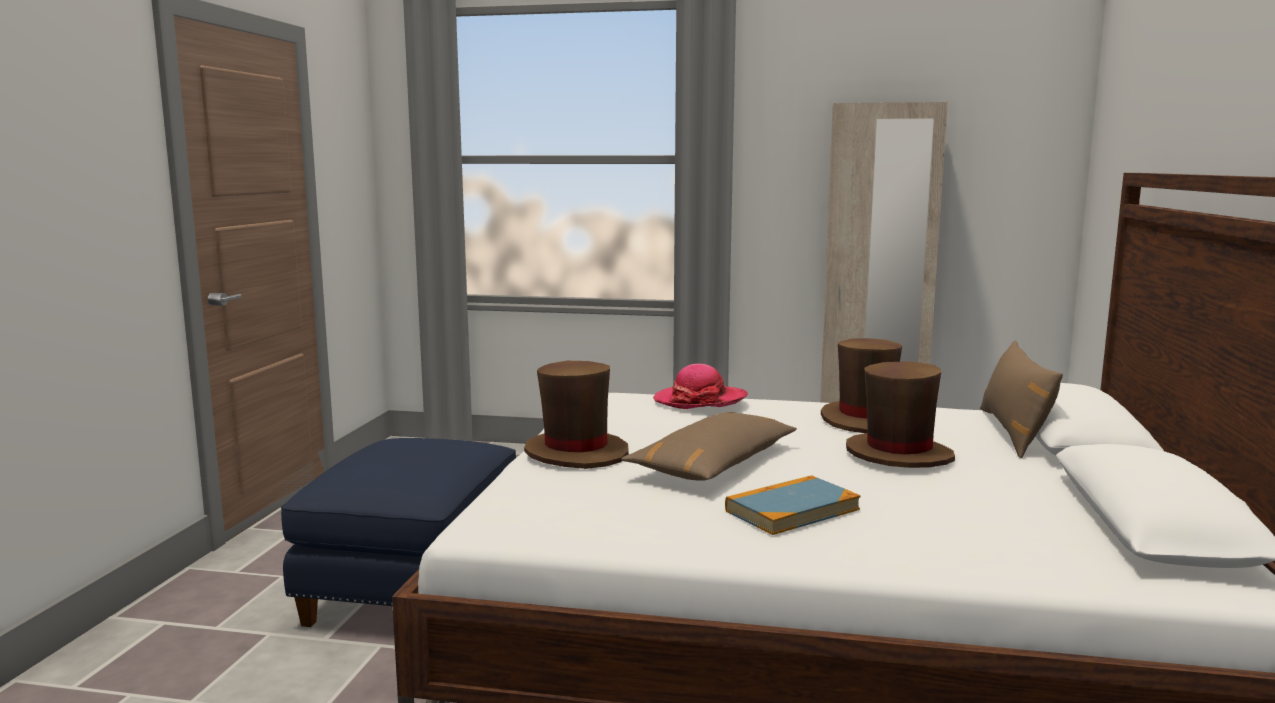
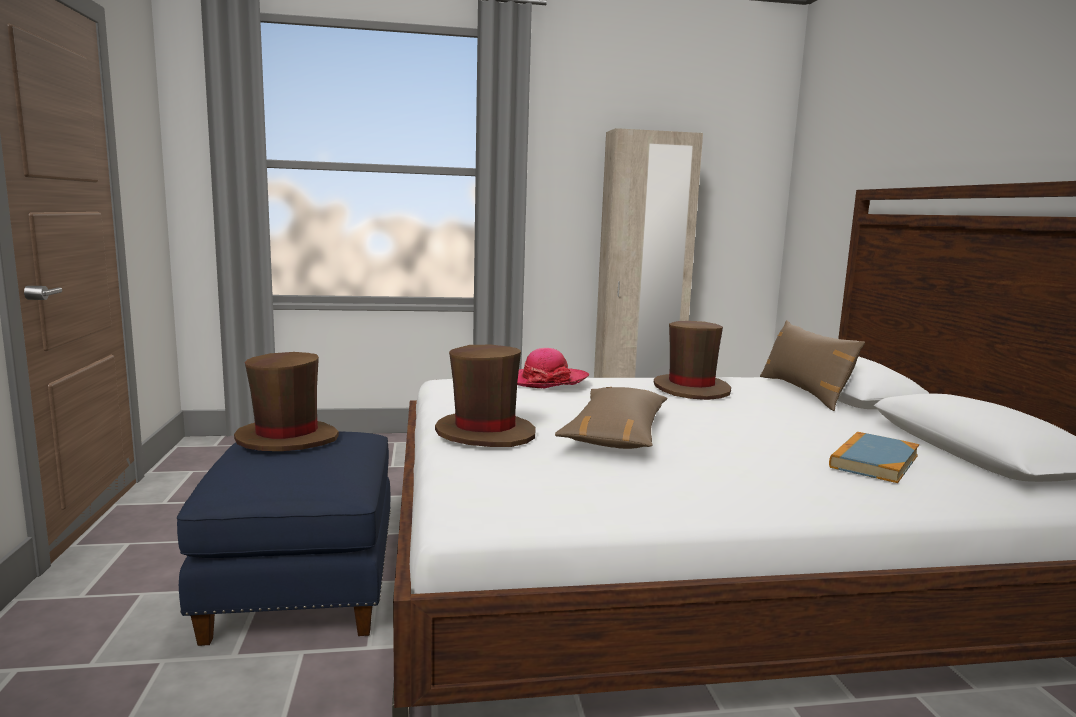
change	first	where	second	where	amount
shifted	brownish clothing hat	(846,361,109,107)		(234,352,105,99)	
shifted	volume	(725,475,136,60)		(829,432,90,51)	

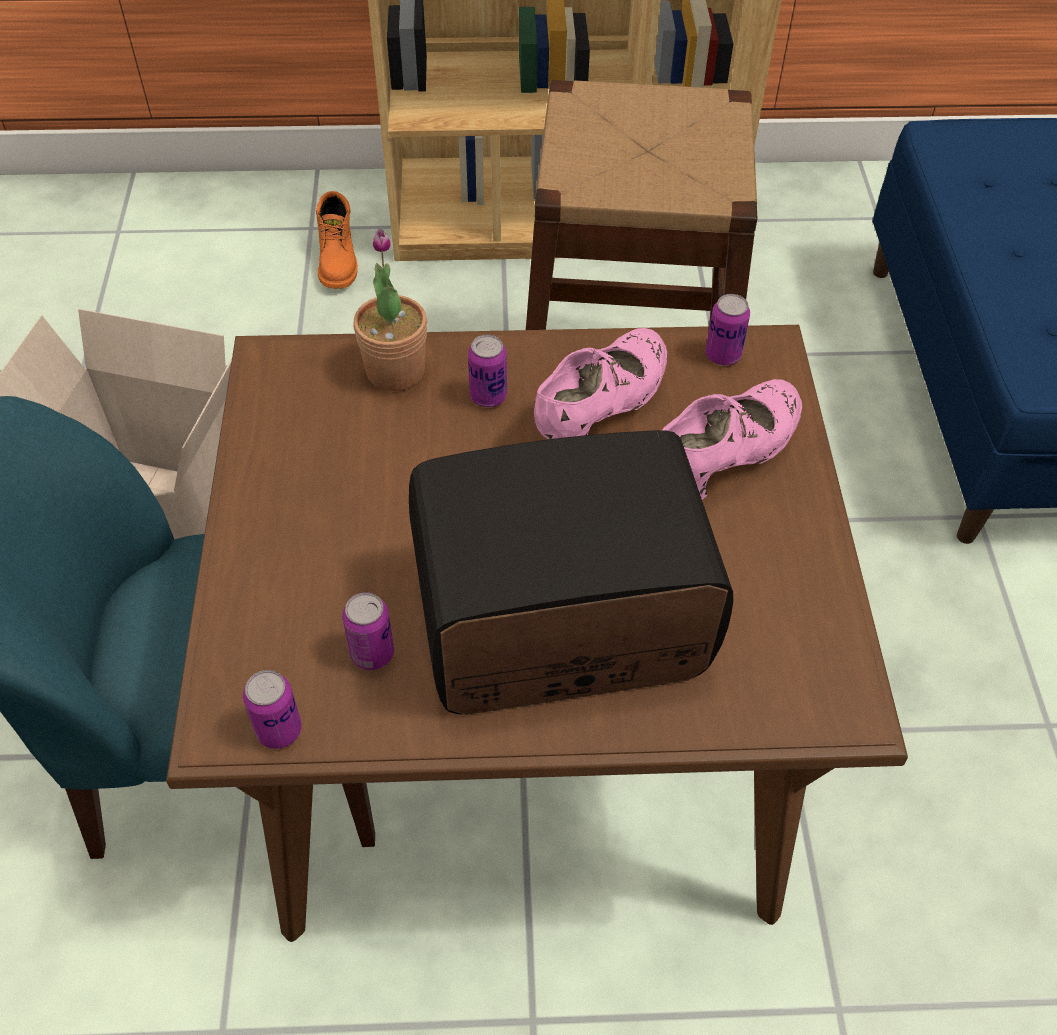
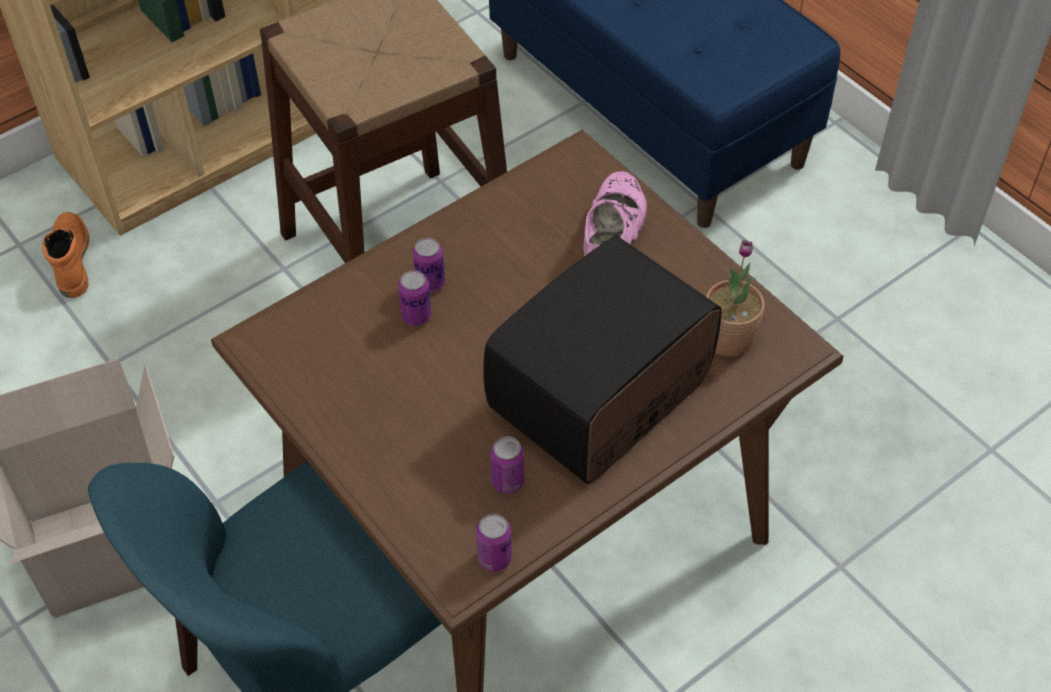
change	first	where	second	where	amount
rotated	orange high-top boot	(316,191,42,98)		(42,212,47,86)	150 degrees counterclockwise
shifted	houseplant	(353,228,74,163)		(706,240,59,117)	
shifted	sealed can	(706,294,44,71)		(398,270,33,56)	
gone	pink shoe	(534,328,133,111)			

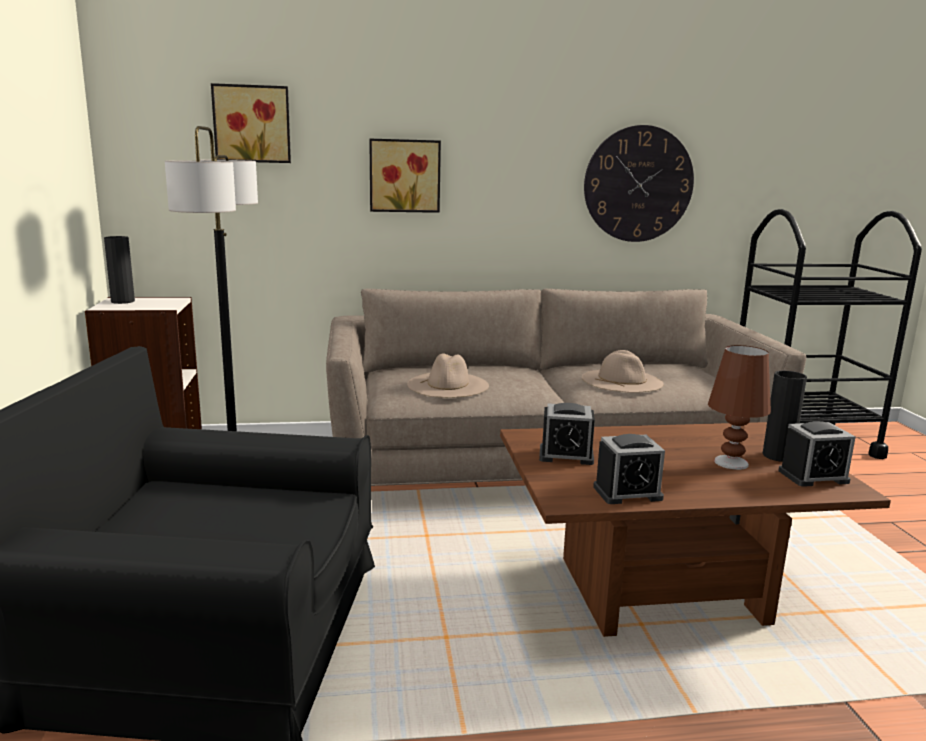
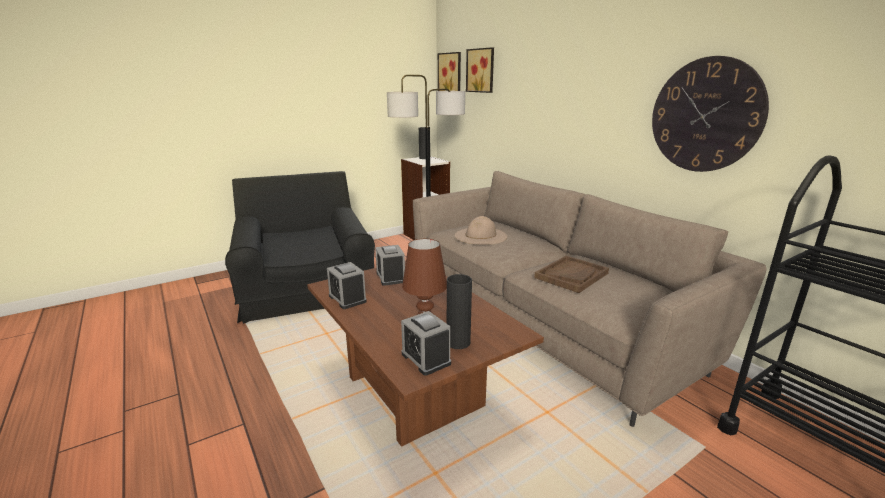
change	first	where	second	where	amount
shifted	wall picture	(369,139,72,74)		(438,52,23,39)	
swapped	sand-coloured clothing hat	(582,350,82,43)	brownish tray	(534,256,75,37)	

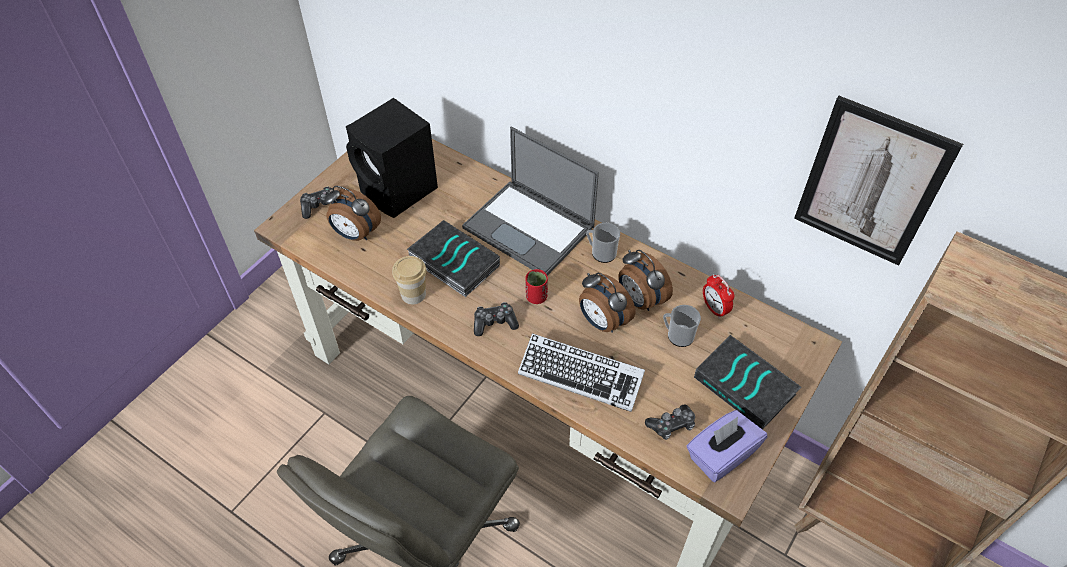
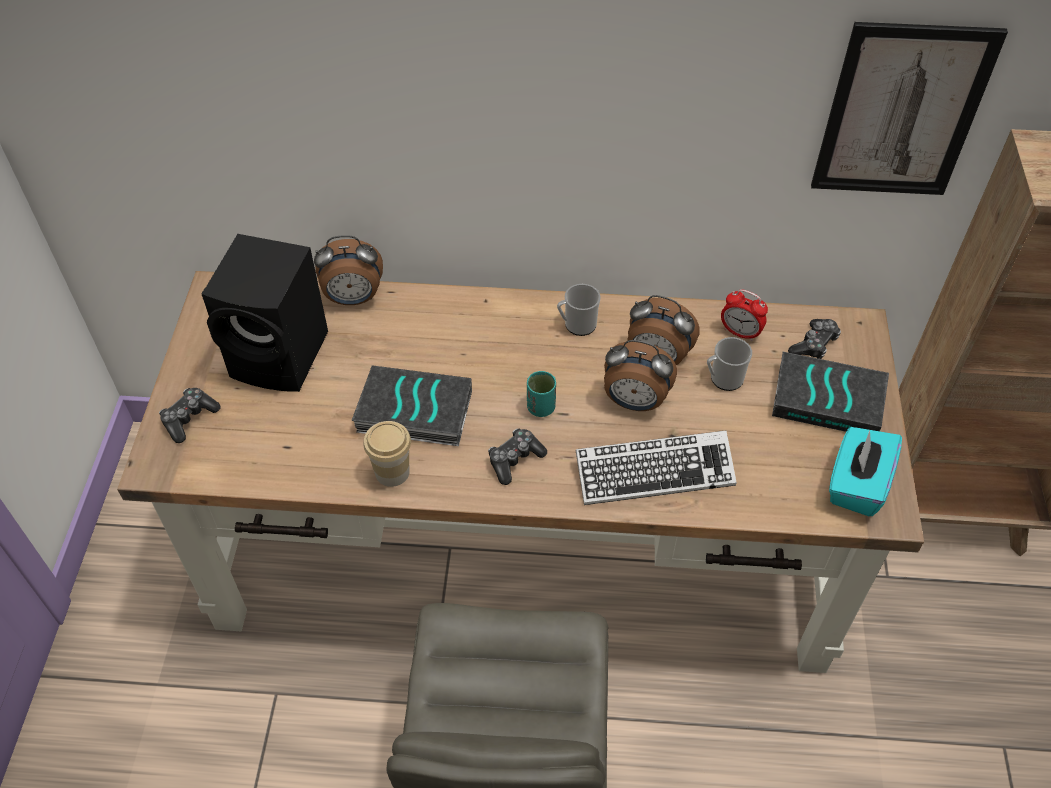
change	first	where	second	where	amount
gone	portable computer	(462,127,137,149)			
shifted	alarm clock	(324,186,57,55)		(314,235,69,70)	
repainted	red-coloured small cup	(525,269,23,35)	turquoise small cup	(527,371,29,46)	
shifted	gamepad	(645,404,50,36)		(788,319,53,40)	
repainted	purplish tissue holder	(687,410,80,72)	turquoise tissue holder	(829,427,73,89)	

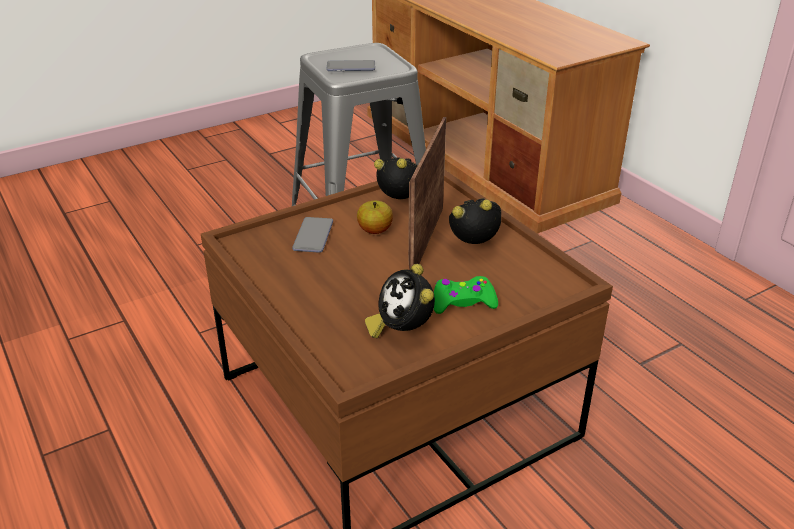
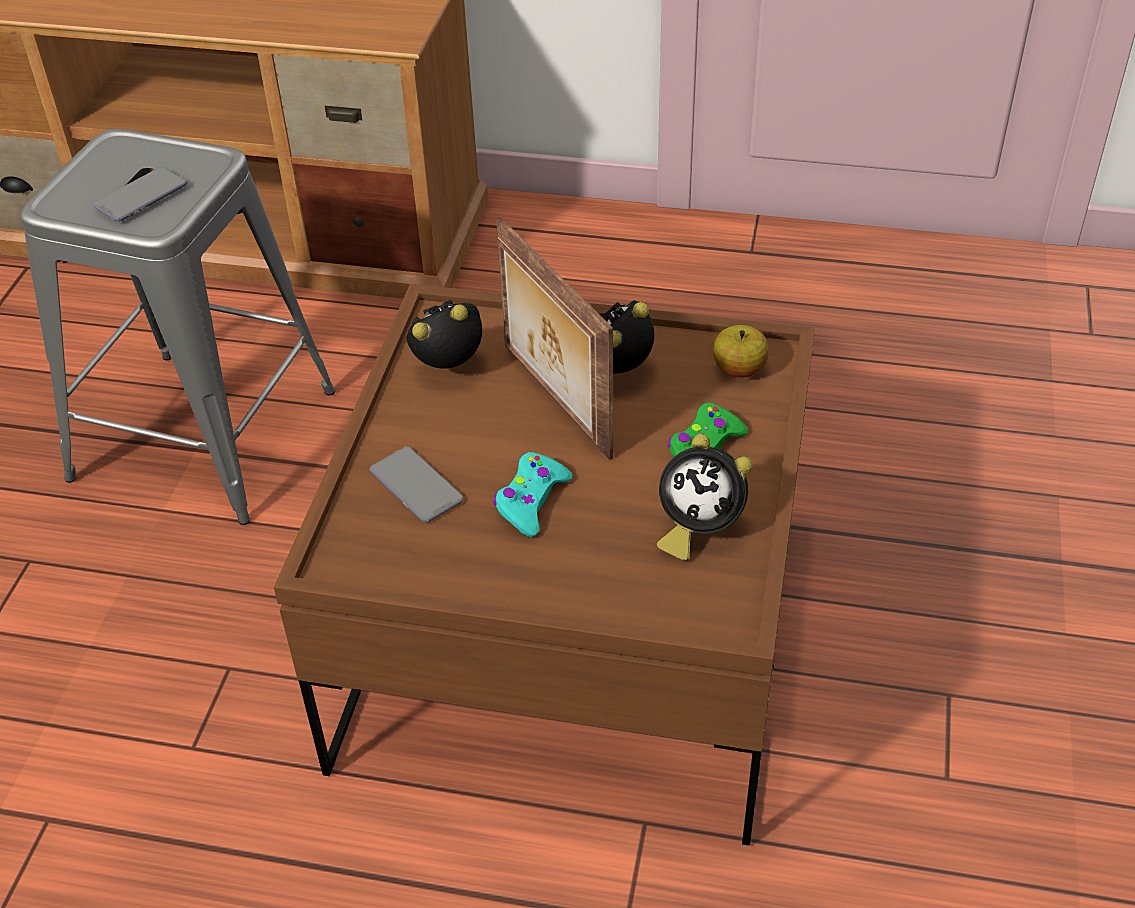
change	first	where	second	where	amount
shifted	apple	(357,201,36,33)		(713,325,56,53)	
new			turquoise gamepad	(493,452,80,85)	

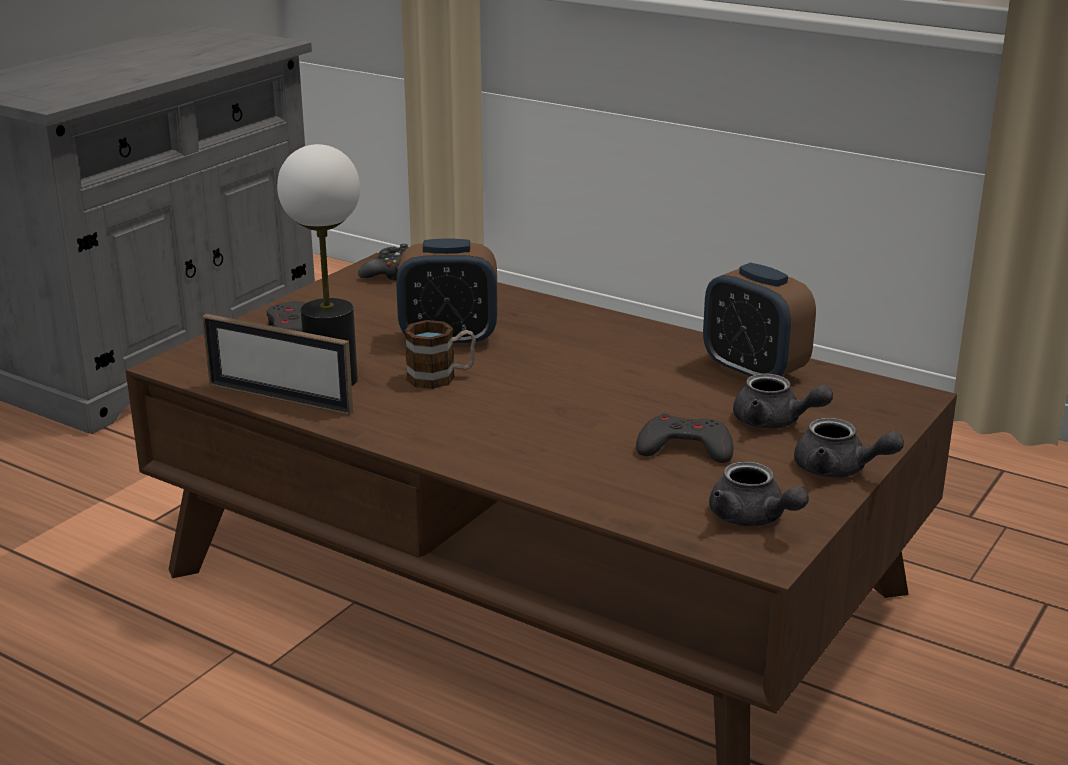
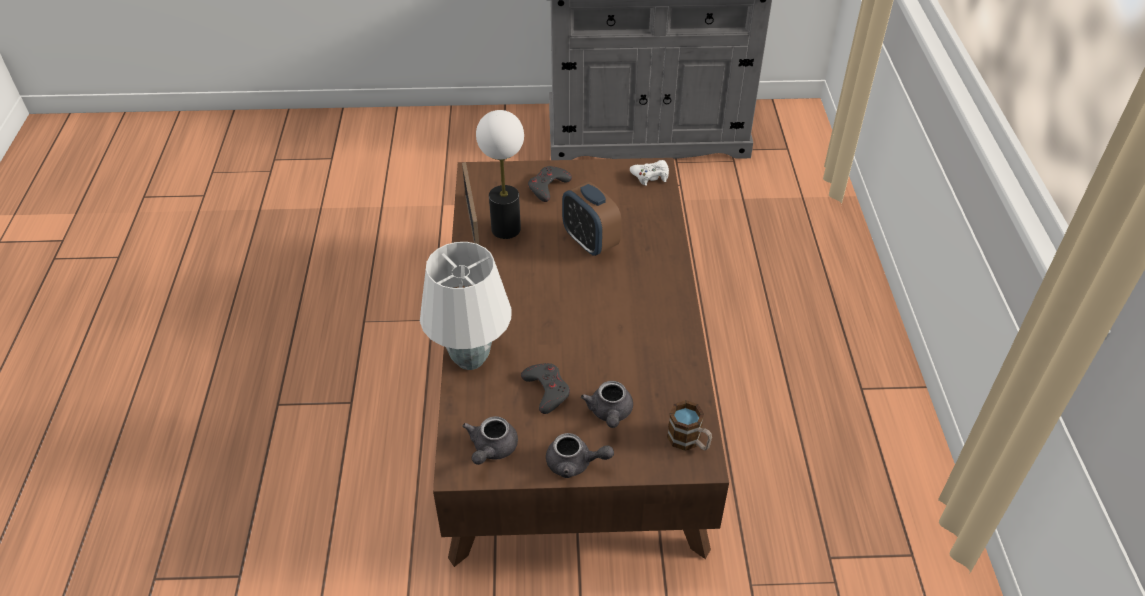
change	first	where	second	where	amount
repainted	black gamepad	(358,244,51,37)	white gamepad	(630,160,39,26)	
gone	alarm clock	(703,263,113,116)			
shifted	tea mug	(405,320,71,69)		(667,400,45,51)	
rotated	greyish tea pot	(794,418,110,60)		(546,433,68,45)	75 degrees counterclockwise
new			white table lamp	(420,242,91,128)	

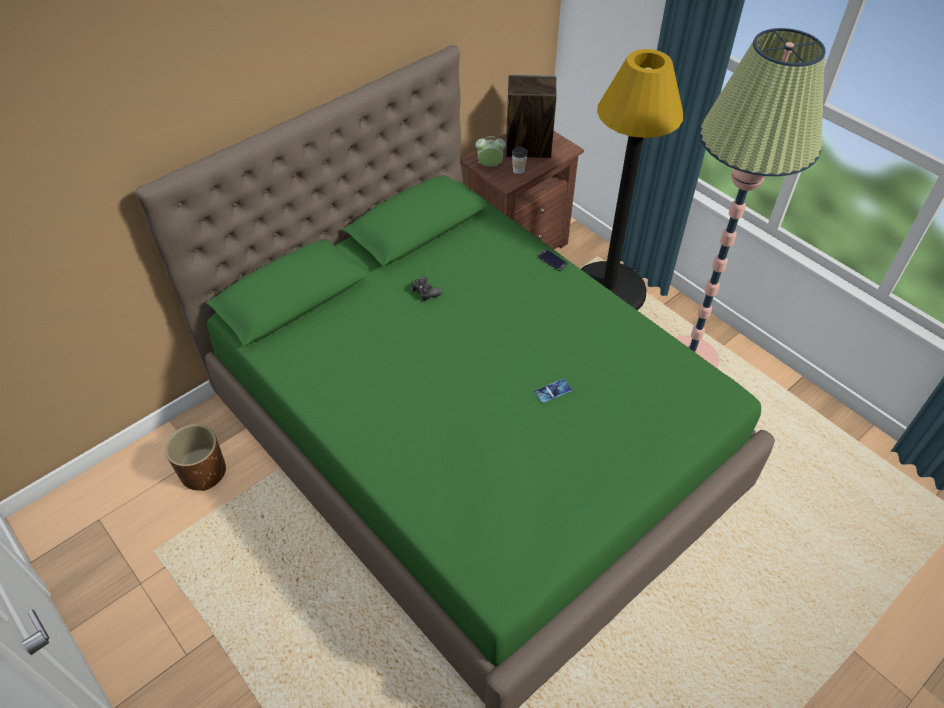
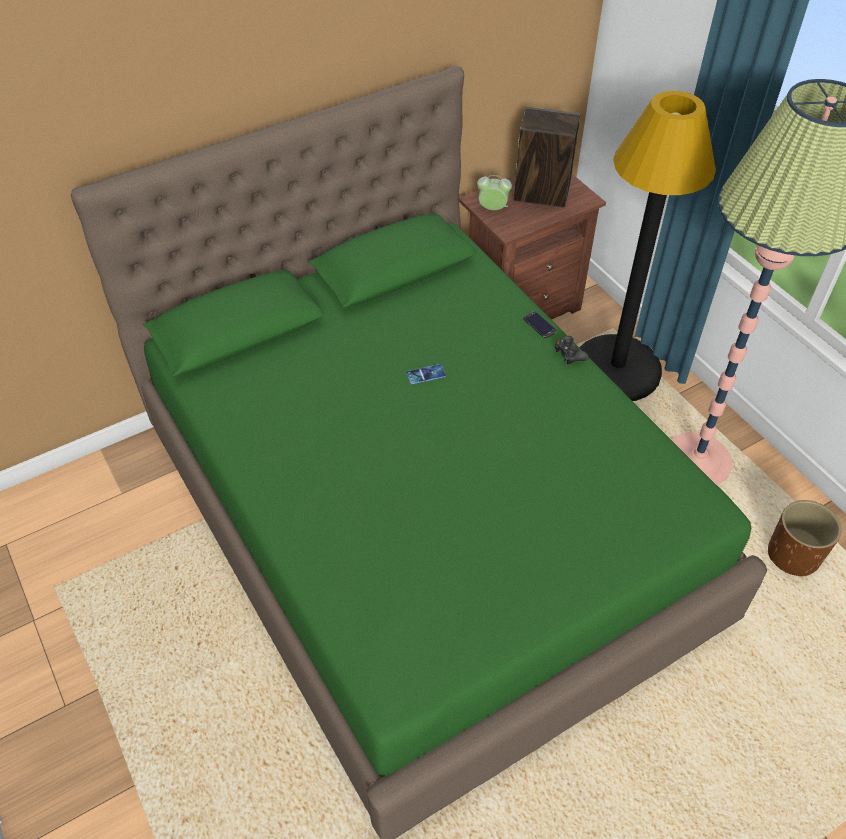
change	first	where	second	where	amount
gone	small cup	(512,146,16,28)			
shifted	black gamepad	(411,276,31,25)		(554,336,35,28)	
shifted	phone	(534,379,38,24)		(406,364,40,21)	
shifted	brownish flower pot	(165,424,61,67)		(768,500,74,77)	

